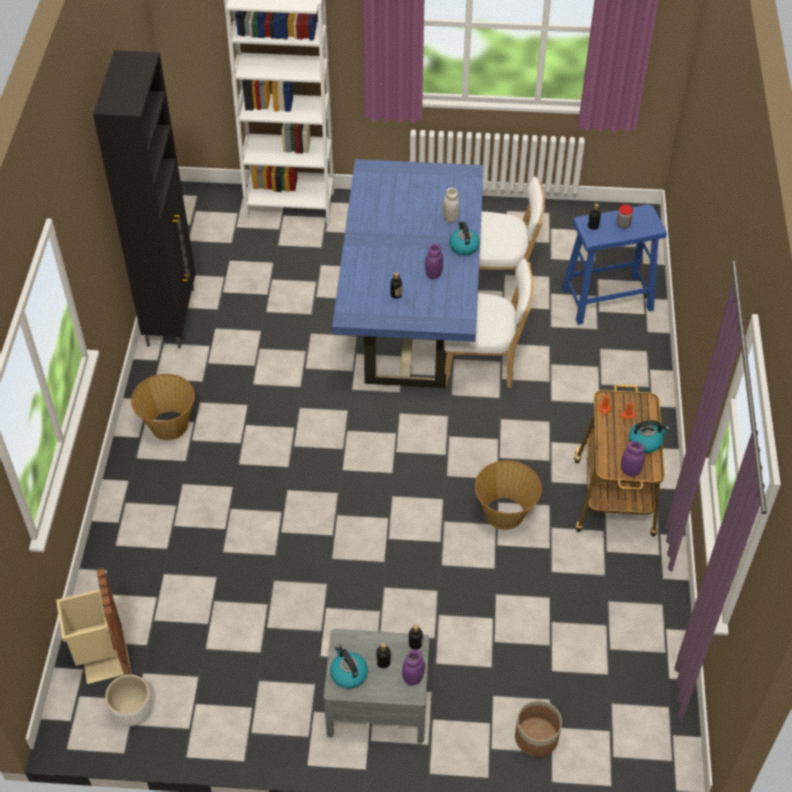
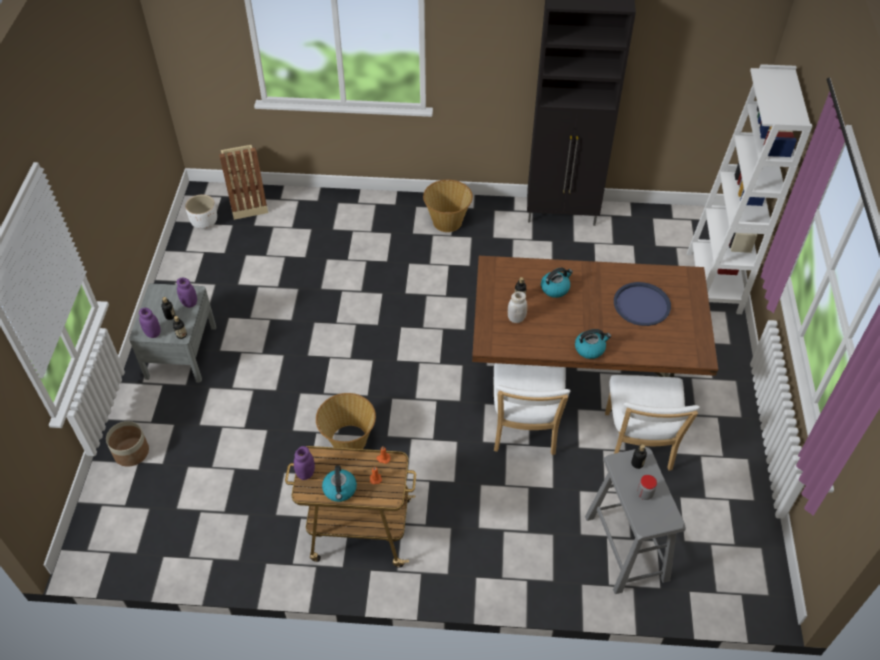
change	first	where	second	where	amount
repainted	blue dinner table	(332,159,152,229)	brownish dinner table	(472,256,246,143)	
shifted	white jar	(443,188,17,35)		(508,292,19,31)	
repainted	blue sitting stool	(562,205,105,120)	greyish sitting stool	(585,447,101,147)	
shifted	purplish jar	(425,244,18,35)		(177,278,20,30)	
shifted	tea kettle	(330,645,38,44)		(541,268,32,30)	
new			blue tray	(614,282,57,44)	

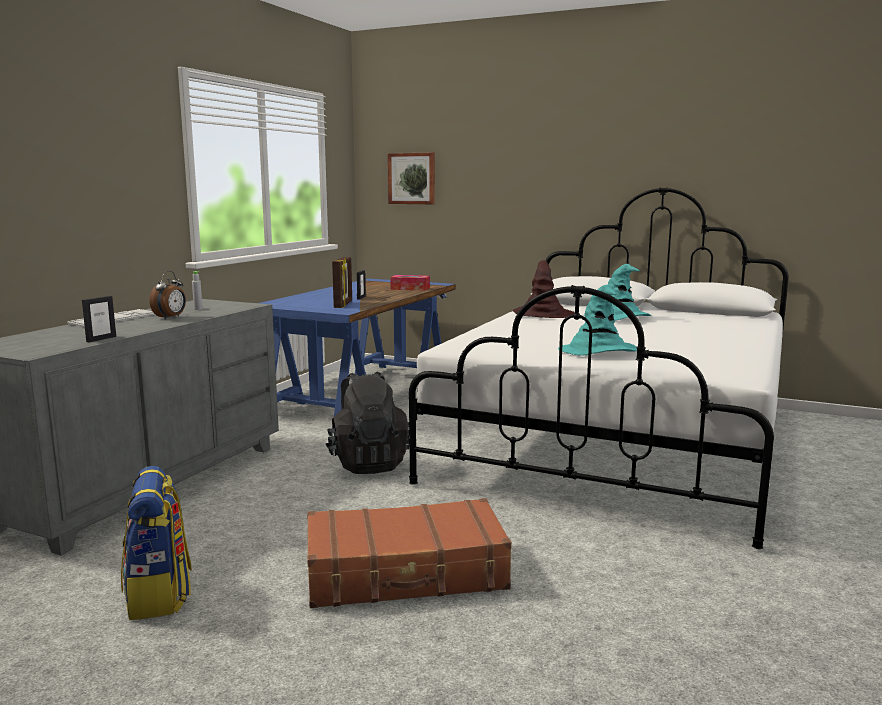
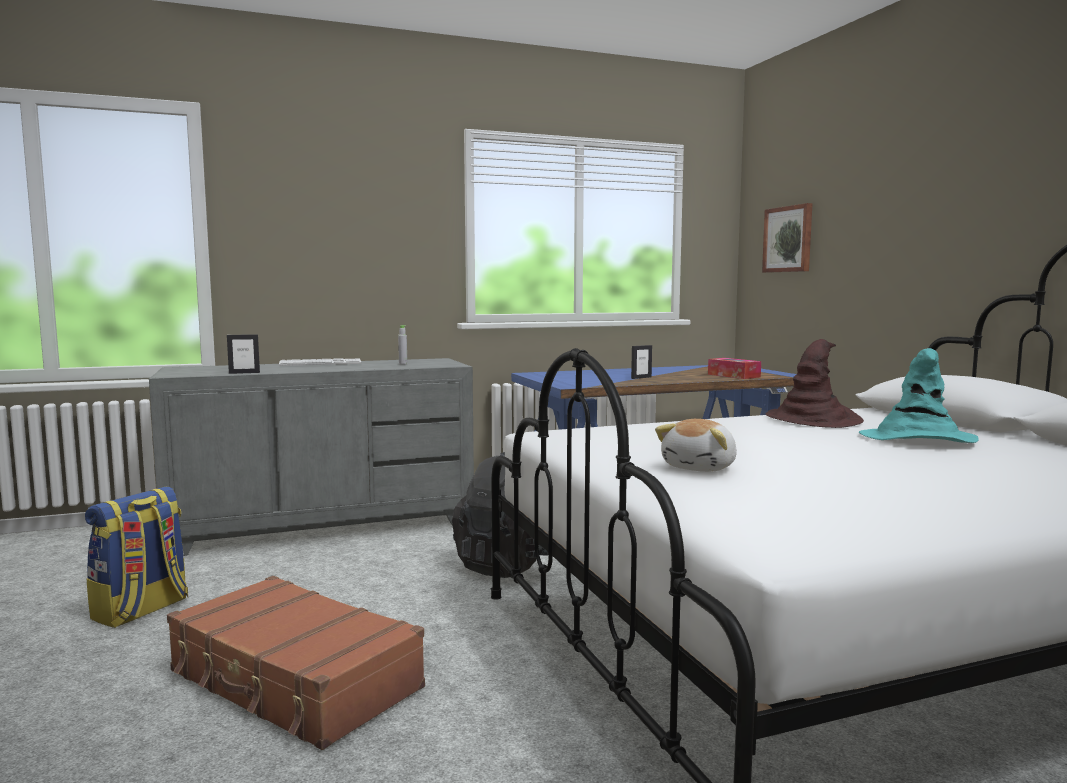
change	first	where	second	where	amount
gone	standing frame	(332,257,20,51)			
gone	alarm clock	(150,271,36,48)			
swapped	turquoise clothing hat	(558,285,79,71)	cuddly toy	(655,419,82,53)	

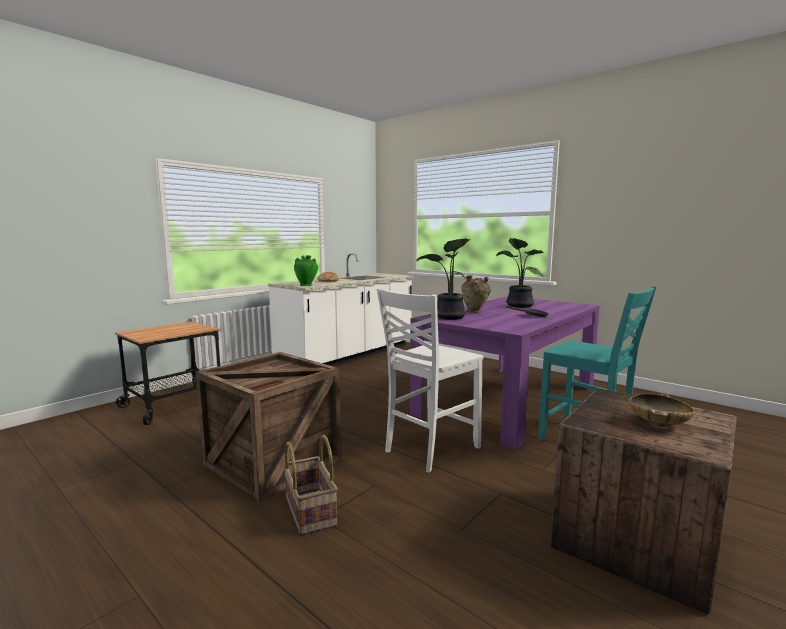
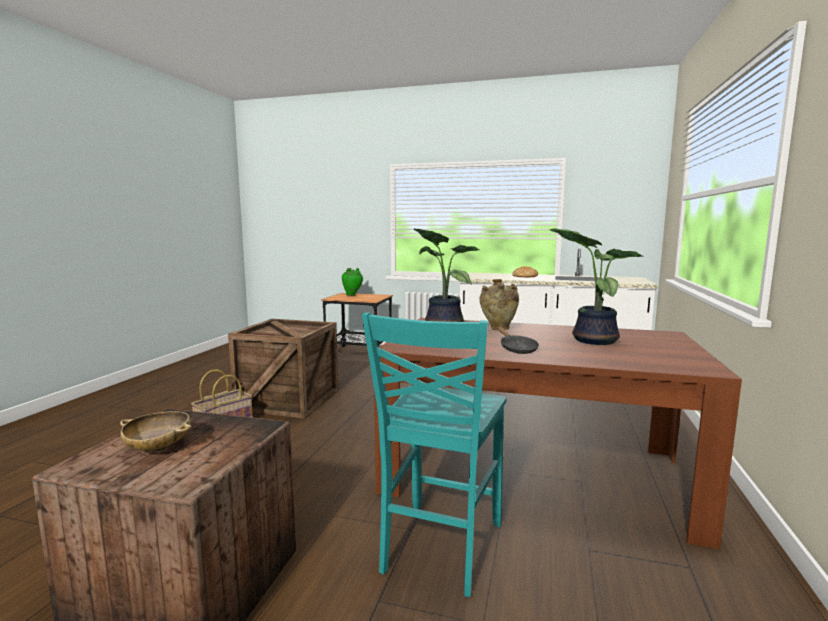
change	first	where	second	where	amount
shifted	greenish decorative vase	(294,255,24,31)		(342,268,21,27)	
gone	white chair	(377,288,106,185)			
repainted	purplish dinner table	(410,296,190,154)	brownish dinner table	(374,318,368,231)	

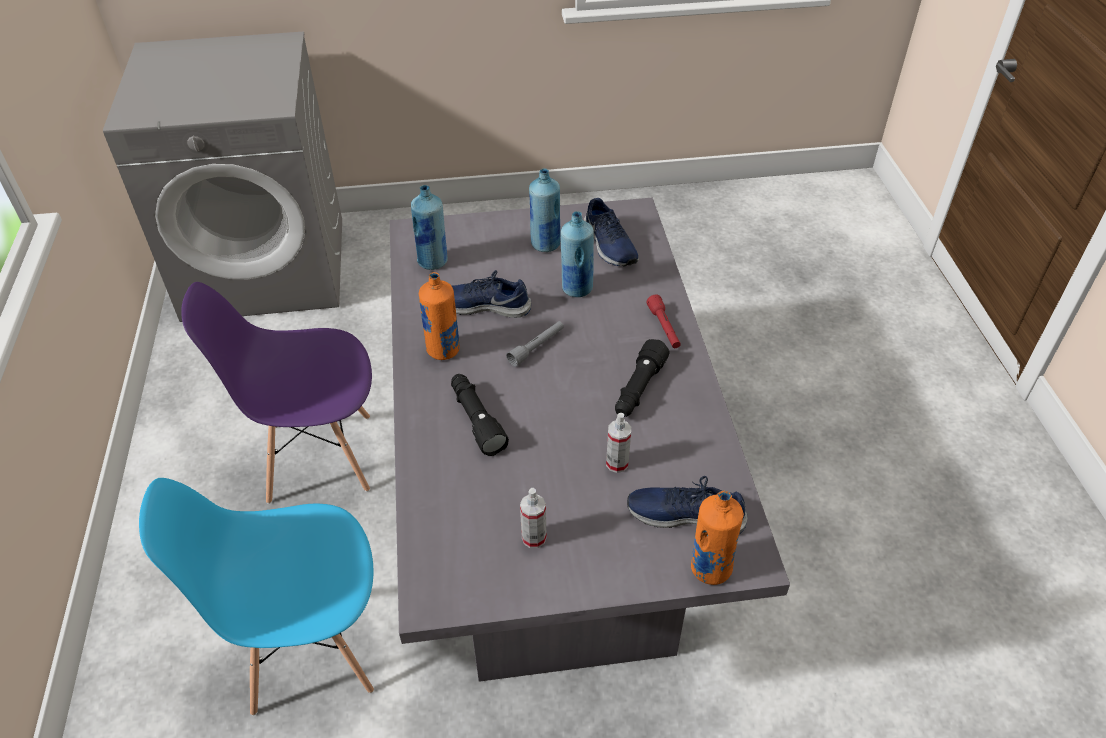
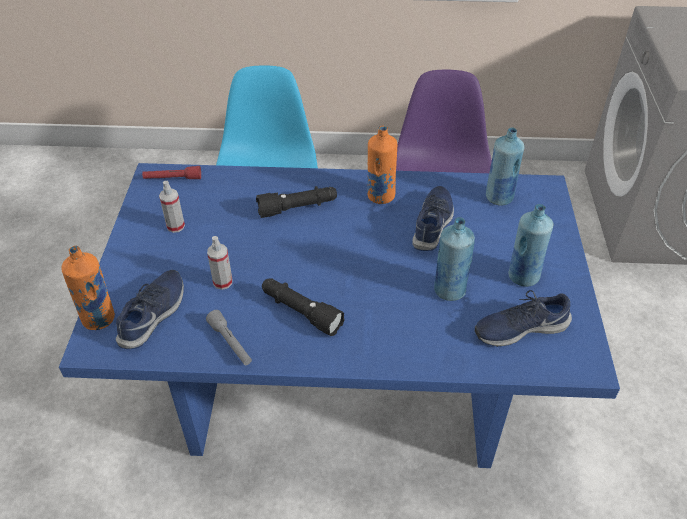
change	first	where	second	where	amount
repainted	greyish dinner table	(390,198,400,484)	blue dinner table	(59,163,561,305)	
shifted	red-coloured hand torch	(646,294,35,54)		(142,166,59,13)	
shifted	greyish hand torch	(506,321,58,46)		(206,310,46,55)	

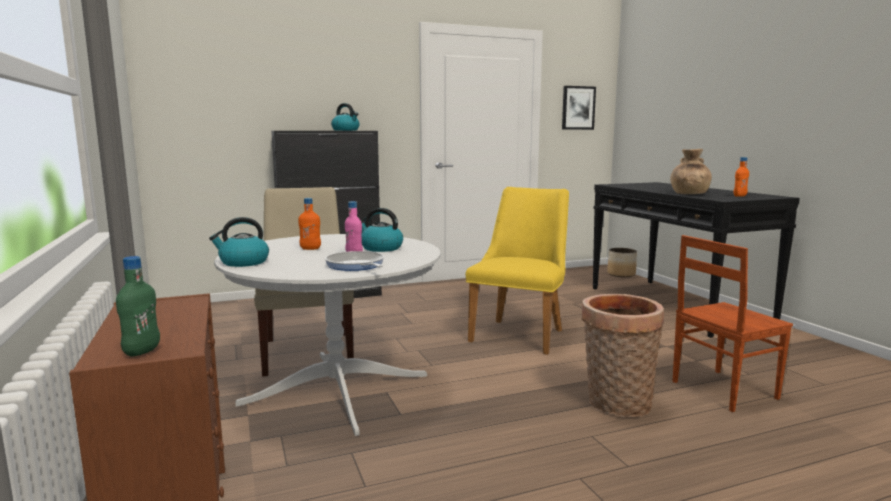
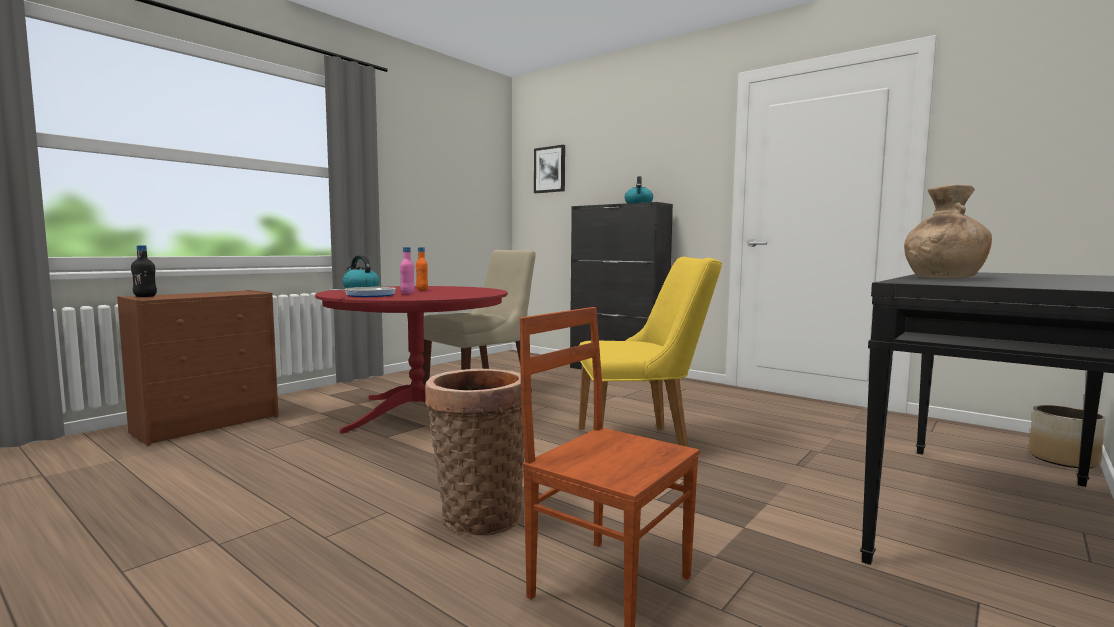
change	first	where	second	where	amount
shifted	wall picture	(562,86,34,44)		(534,145,31,48)	
gone	orange drink bottle	(733,157,16,40)			
gone	tea kettle	(361,208,42,44)			
repainted	white dinner table	(214,234,227,202)	red-coloured dinner table	(315,286,193,148)	
repainted	greenish drink bottle	(116,256,44,101)	black drink bottle	(131,245,26,52)	

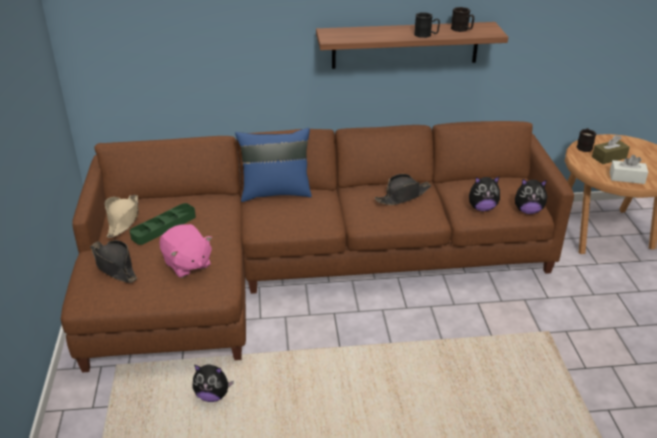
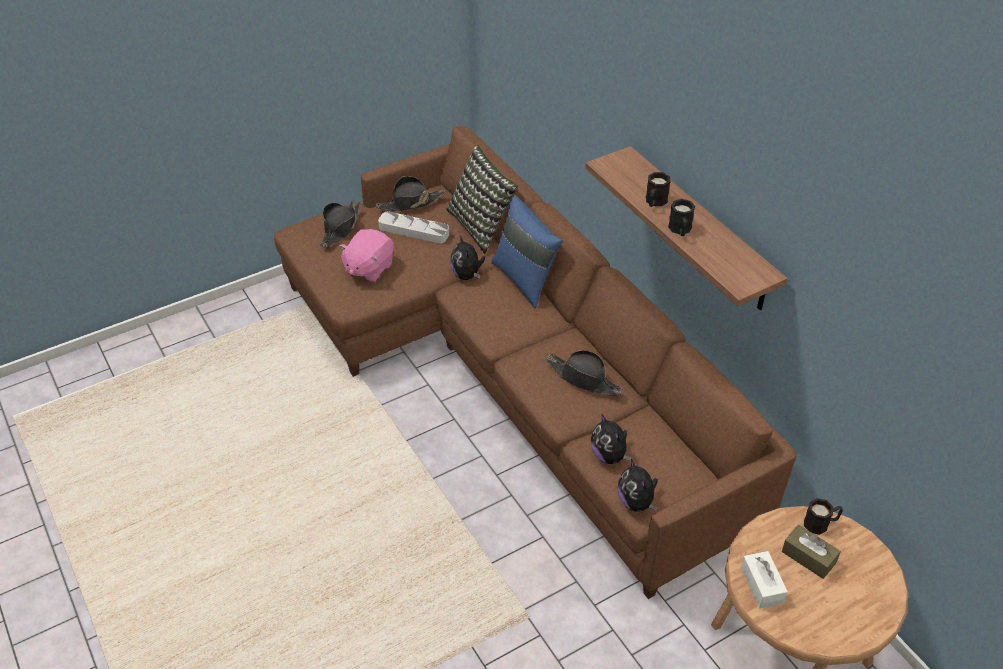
change	first	where	second	where	amount
shifted	black tea mug	(451,7,23,25)		(646,172,25,35)	
repainted	sand-coloured clothing hat	(105,195,34,43)	black clothing hat	(376,176,69,35)	
repainted	greenish tray	(130,203,66,42)	greyish tray	(378,211,71,33)	
shifted	cuddly toy	(192,365,42,37)		(450,235,35,45)	
new			pillow	(446,145,72,109)	

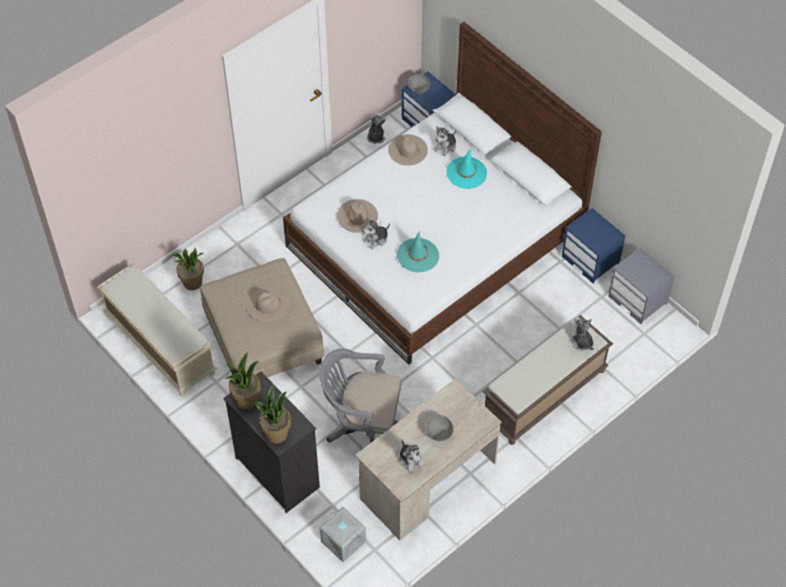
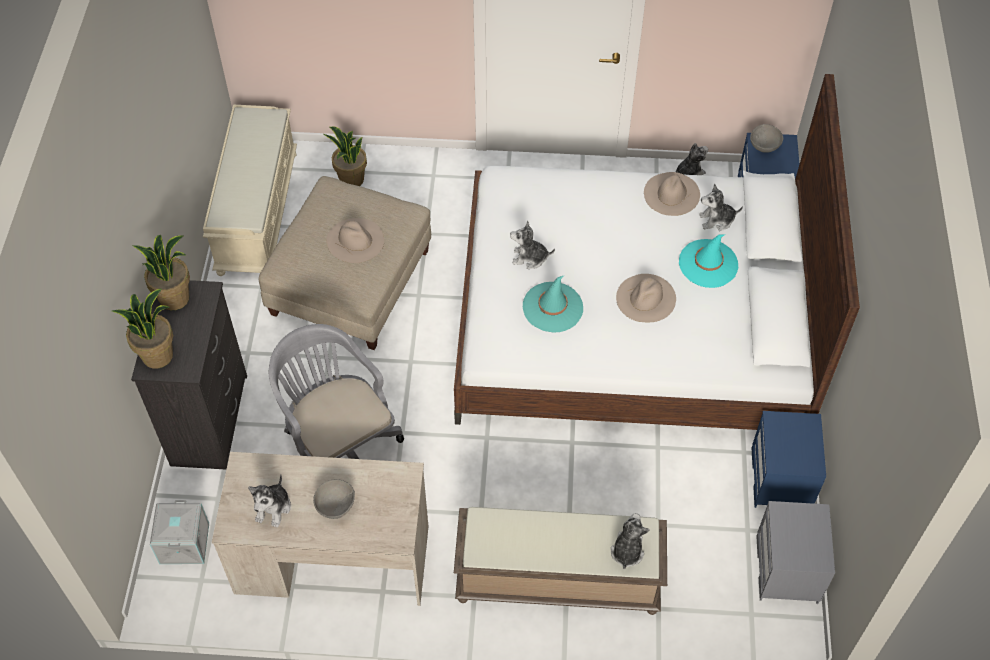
change	first	where	second	where	amount
shifted	sand-coloured clothing hat	(337,199,41,34)		(616,274,60,48)	

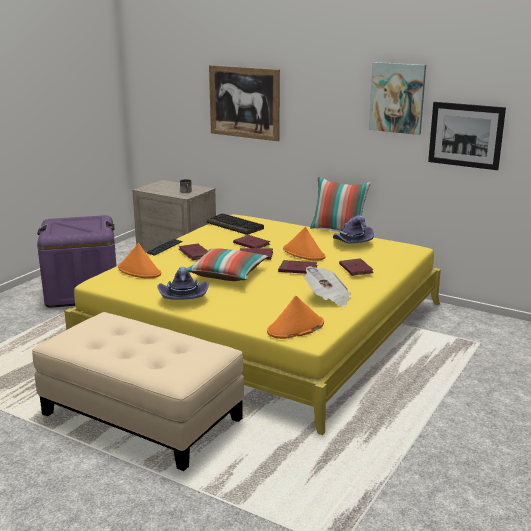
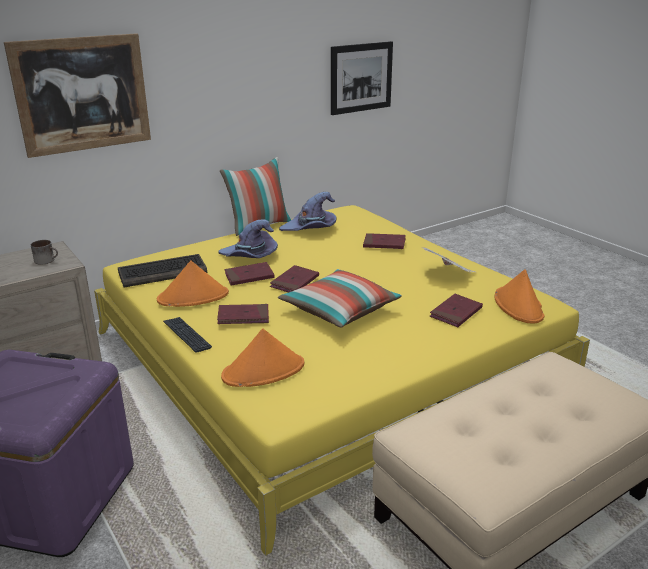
change	first	where	second	where	amount
gone	wall picture	(369,62,57,73)			
shifted	orange clothing hat	(283,227,43,33)		(157,261,72,46)	
shifted	red-coloured volume	(278,260,39,14)		(430,294,53,33)	
shifted	purplish clothing hat	(157,267,52,33)		(218,219,60,39)	

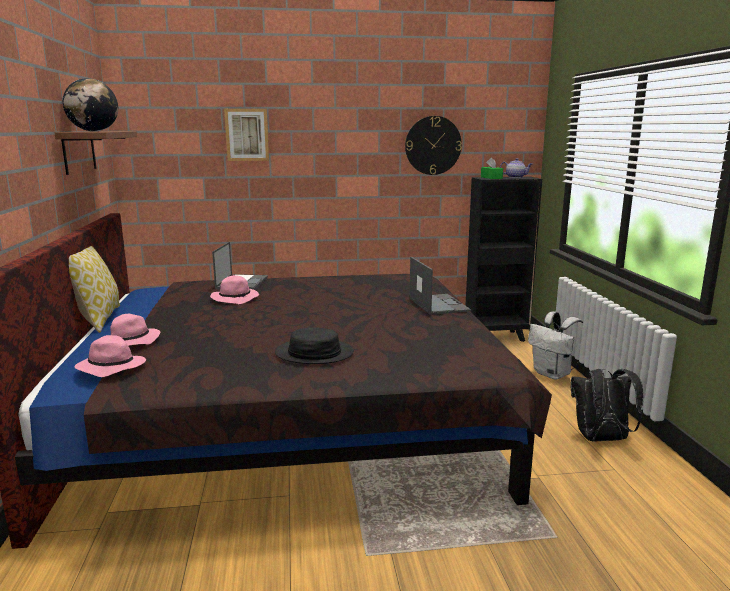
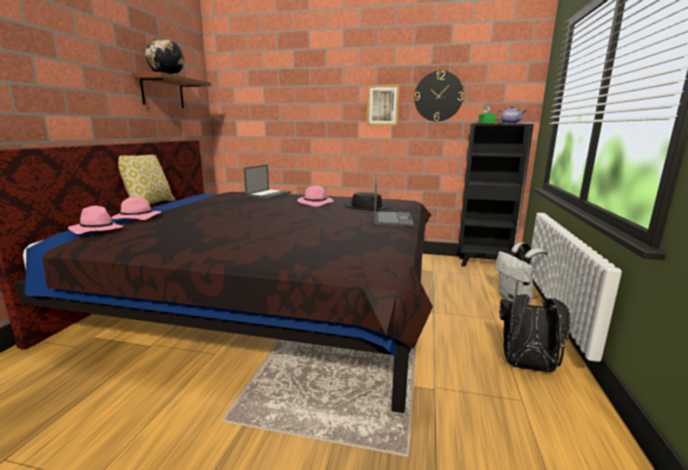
change	first	where	second	where	amount
shifted	wall picture	(224,109,45,52)		(367,85,33,41)	
shifted	pink clothing hat	(210,275,49,29)		(297,186,37,21)	
shifted	black clothing hat	(275,328,79,36)		(344,192,46,18)	

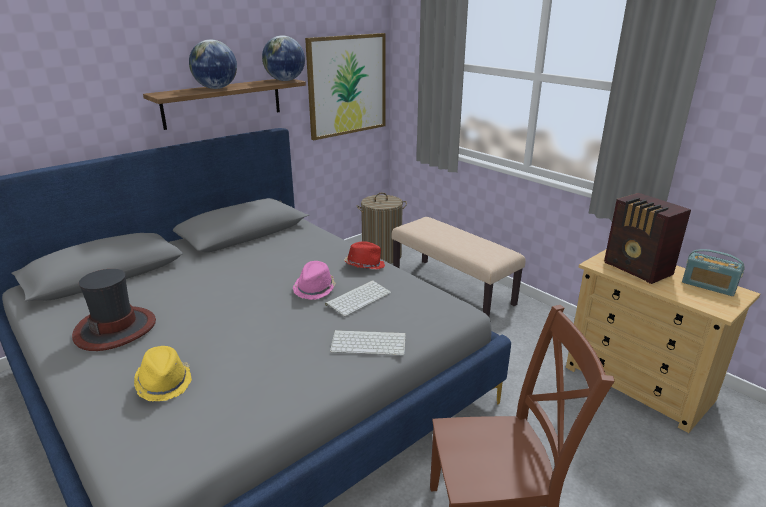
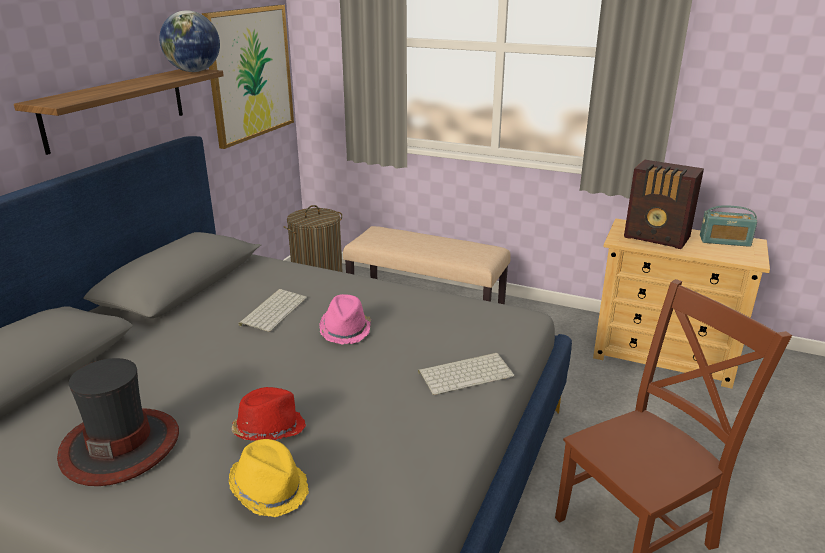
change	first	where	second	where	amount
gone	world globe	(189,39,48,50)			
shifted	red-coloured clothing hat	(344,241,41,28)		(231,387,75,54)	
shifted	computer keyboard	(325,280,66,36)		(238,289,69,43)	

